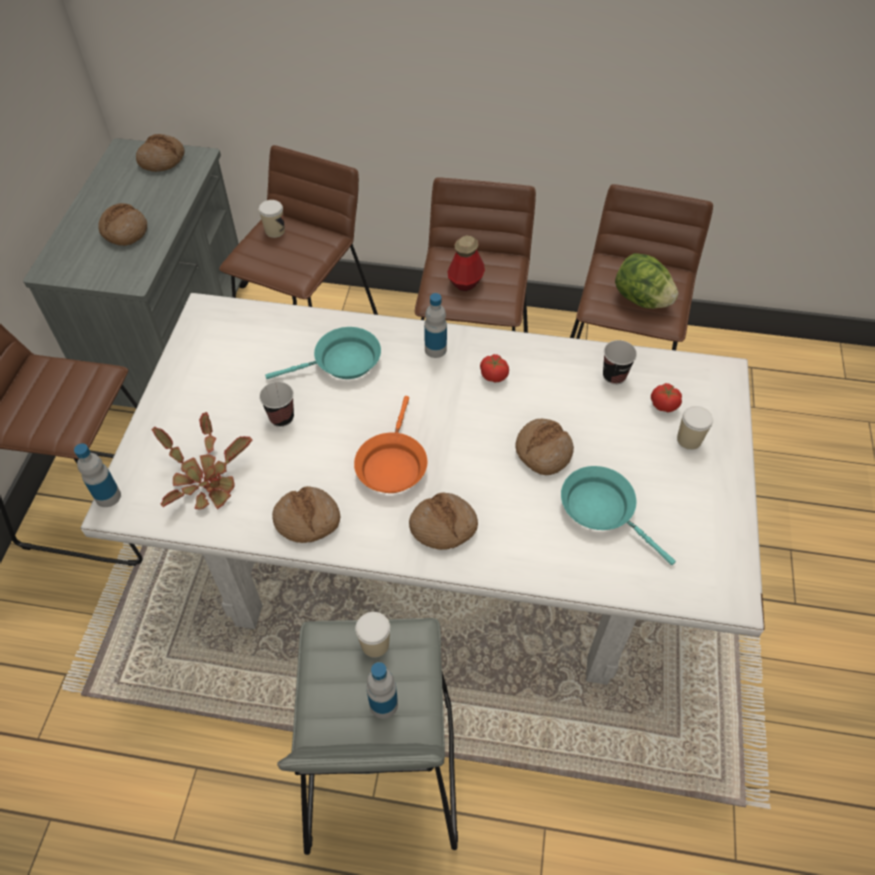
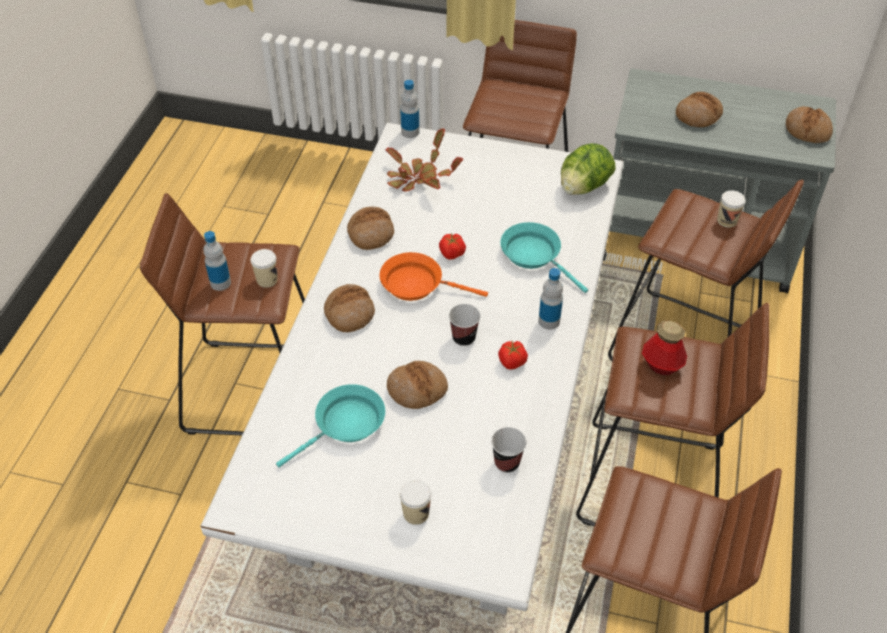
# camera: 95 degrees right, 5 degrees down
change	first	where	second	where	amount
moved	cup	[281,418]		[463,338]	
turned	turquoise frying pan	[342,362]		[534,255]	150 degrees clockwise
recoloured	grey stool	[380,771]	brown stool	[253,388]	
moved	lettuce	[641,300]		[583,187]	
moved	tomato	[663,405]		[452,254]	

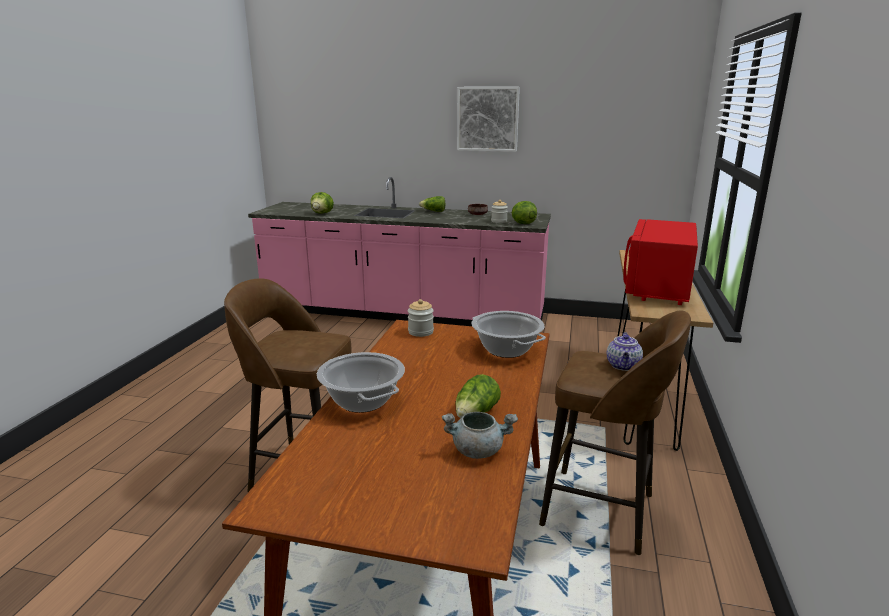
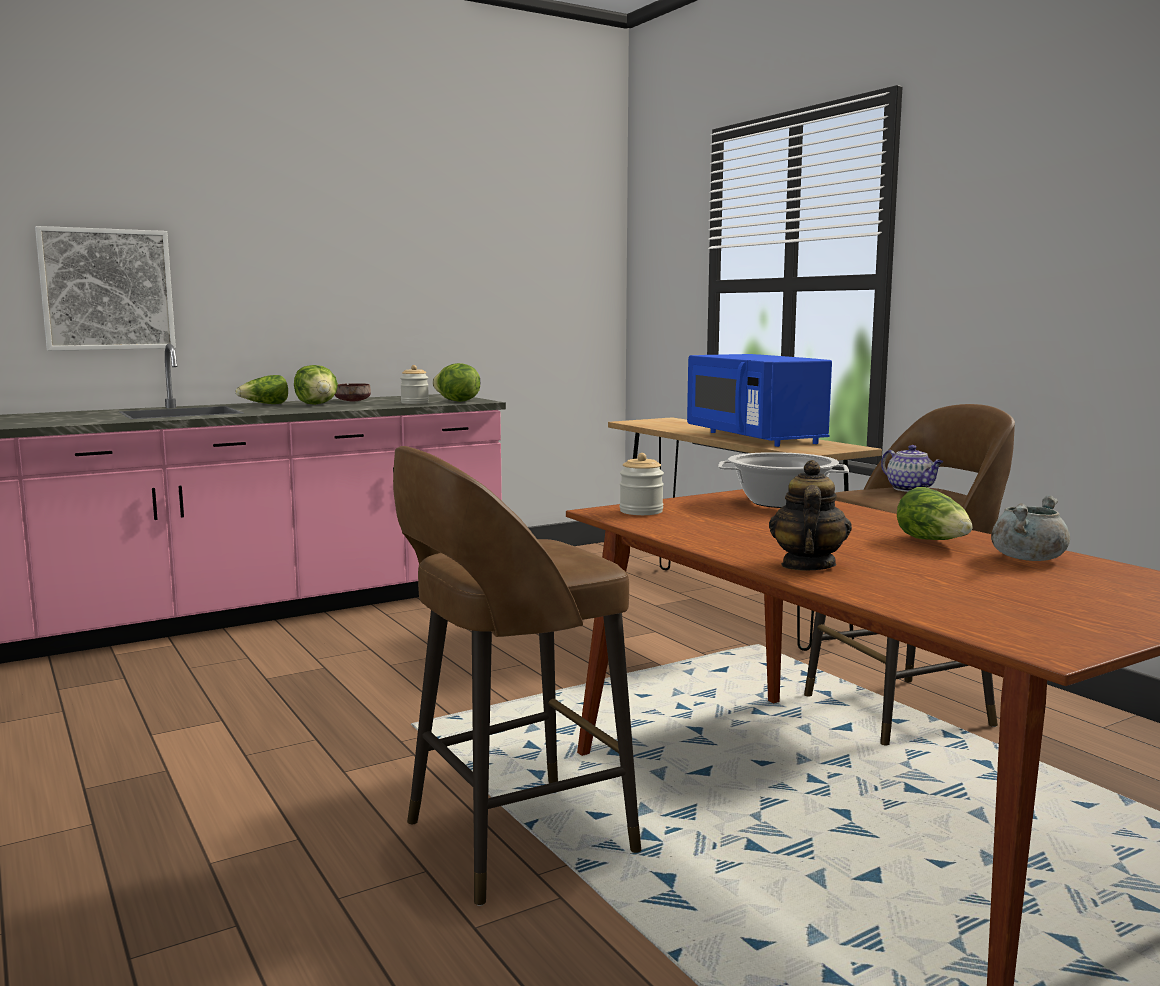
# camera: 45 degrees left, 10 degrees down
change	first	where	second	where	amount
moved	lettuce	[322,213]		[317,404]	
replaced	cooking pot	[362,401]	teapot	[807,566]	
moved	picture	[487,119]		[107,289]	
recoloured	red microwave	[658,287]	blue microwave	[754,438]	

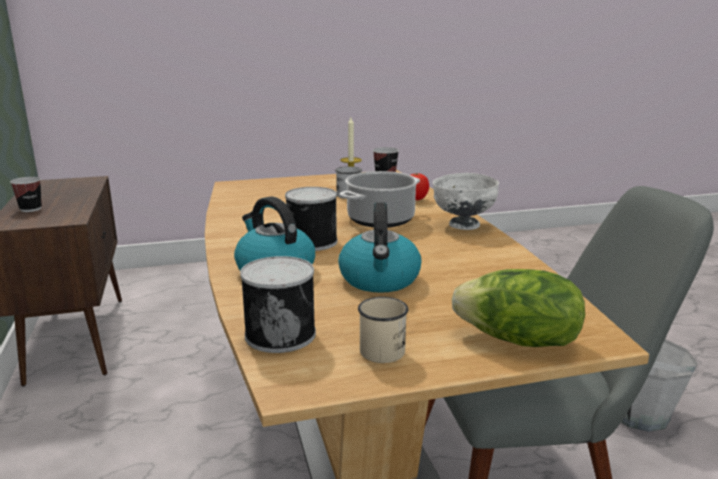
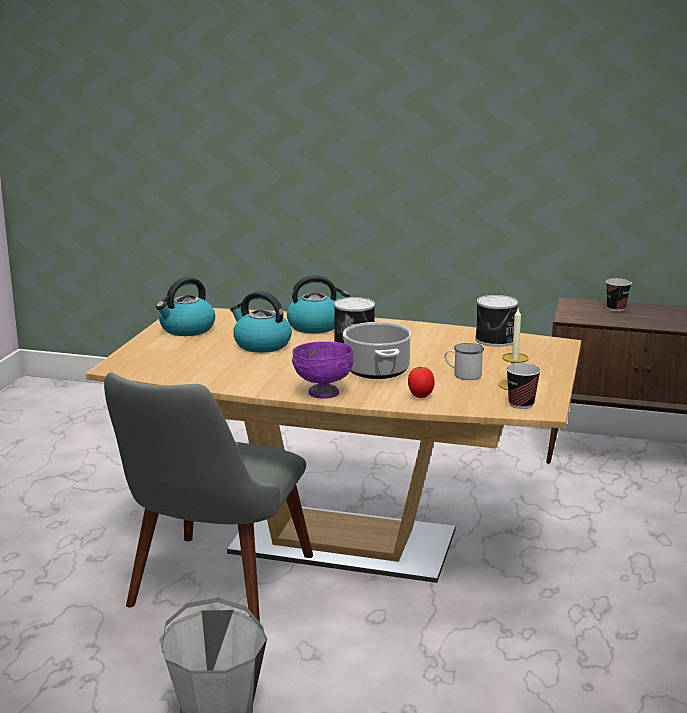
# camera: 120 degrees right, 0 degrees up
change	first	where	second	where	amount
moved	can	[281,333]		[496,340]	
replaced	beige mug	[384,348]	kettle	[187,329]	
recoloured	white bowl	[463,225]	purple bowl	[323,392]	
removed	lettuce	[518,341]			

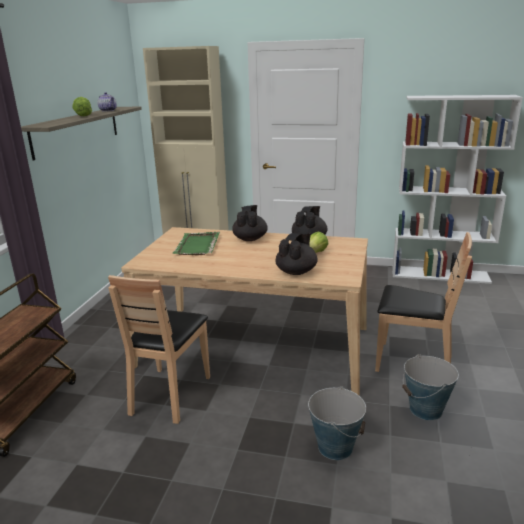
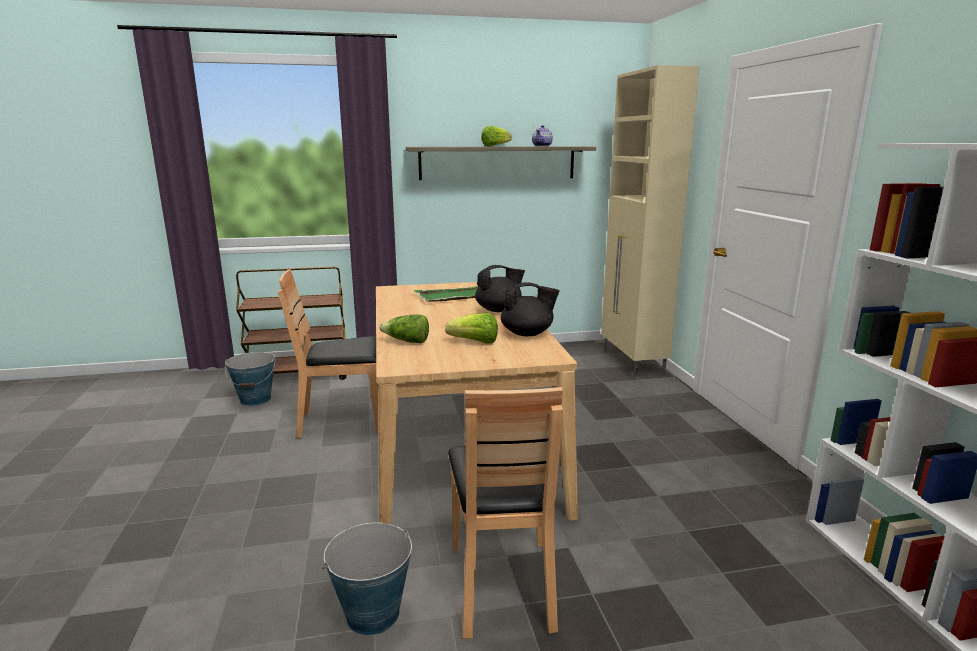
# camera: 65 degrees right, 5 degrees down
change	first	where	second	where	amount
replaced	black teapot	[296,271]	lettuce	[407,341]	
moved	bucket	[335,447]		[256,399]	

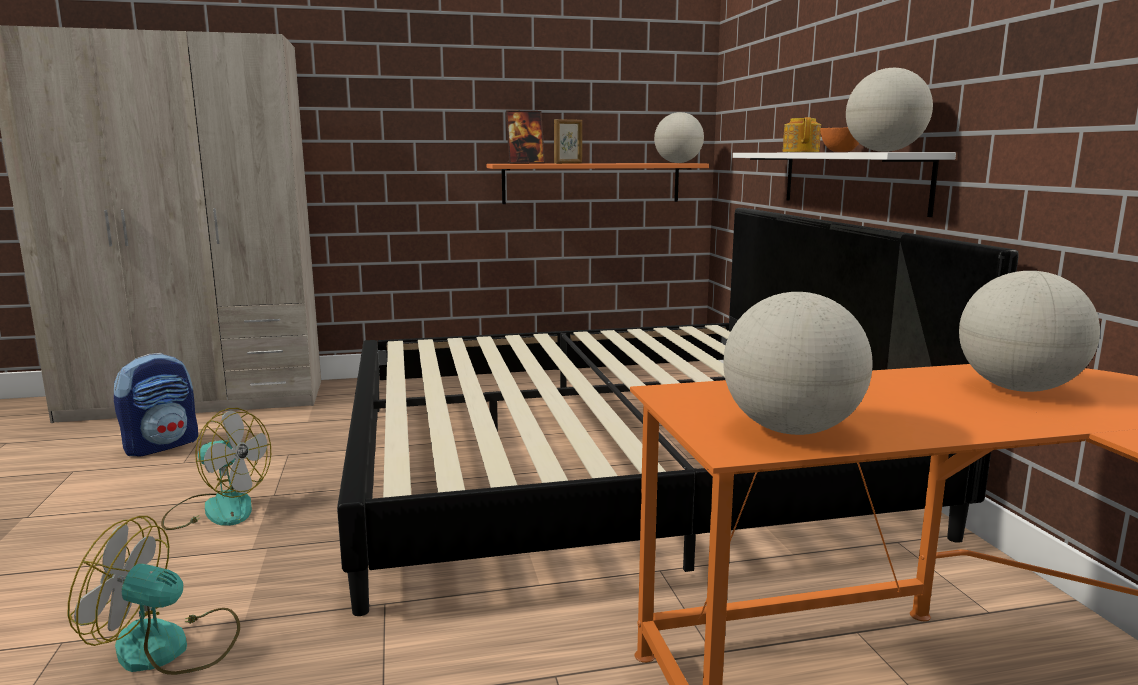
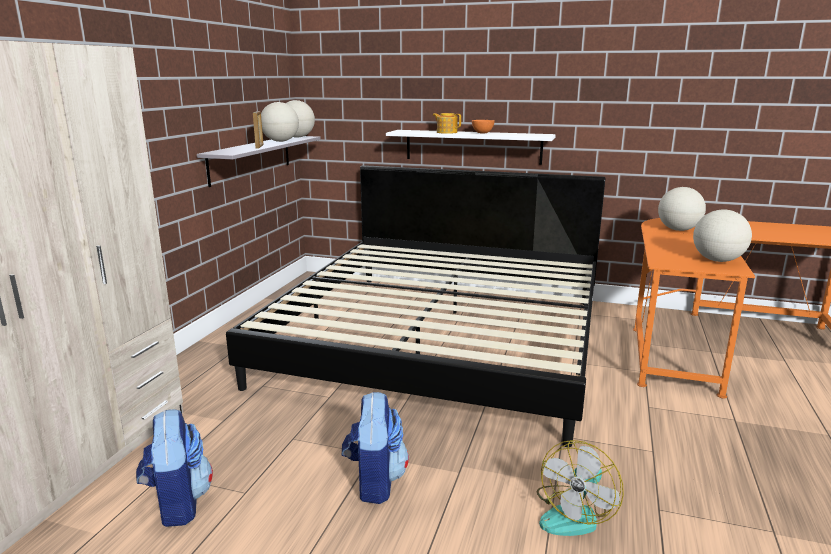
# camera: 60 degrees left, 5 degrees up
change	first	where	second	where	amount
replaced	fan	[217,509]	backpack	[374,482]	
recoloured	orange shelf	[592,183]	grey shelf	[251,159]	
removed	picture frame	[525,163]			
moved	globe	[884,151]		[280,141]	

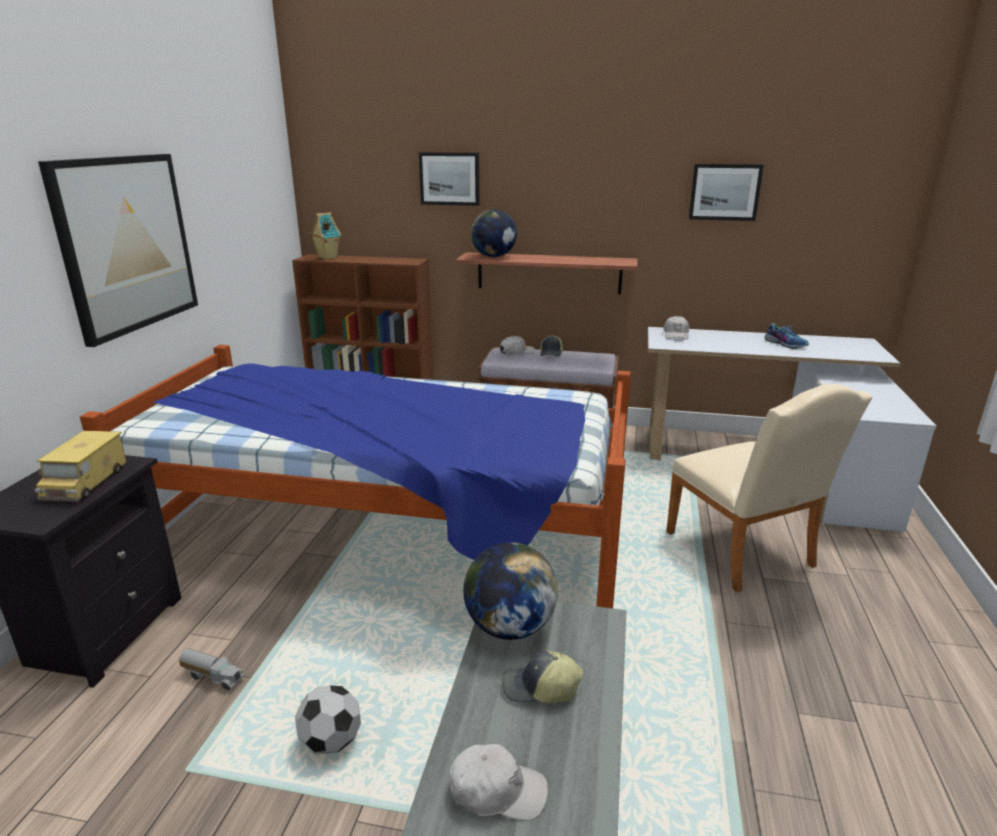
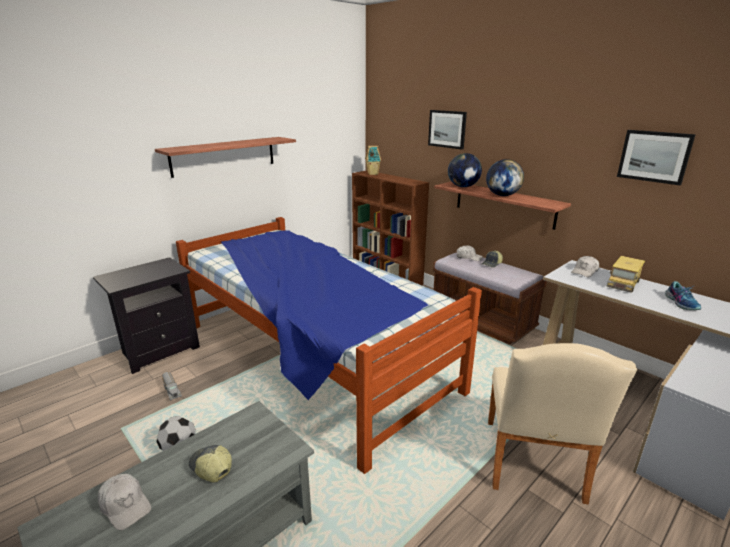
# camera: 35 degrees right, 0 degrees up
change	first	where	second	where	amount
moved	toy truck	[86,482]		[623,283]	
replaced	picture	[126,244]	shelf	[224,156]	
moved	globe	[509,627]		[502,195]	

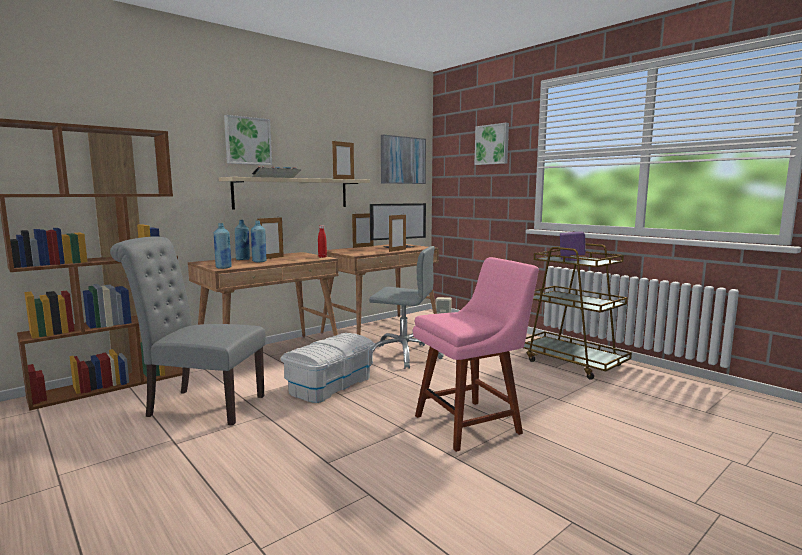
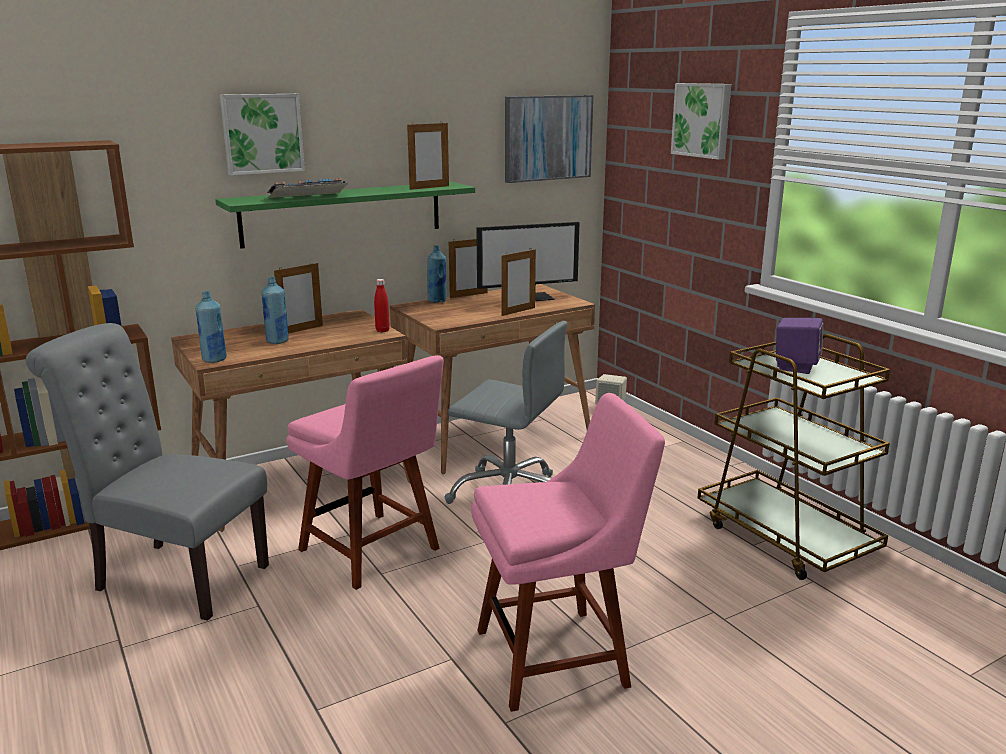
# camera: 10 degrees right, 10 degrees up
change	first	where	second	where	amount
recoloured	beige shelf	[292,193]	green shelf	[343,213]	
moved	blue bottle	[243,259]		[437,301]	
replaced	white storage box	[331,385]	pink chair	[373,552]	

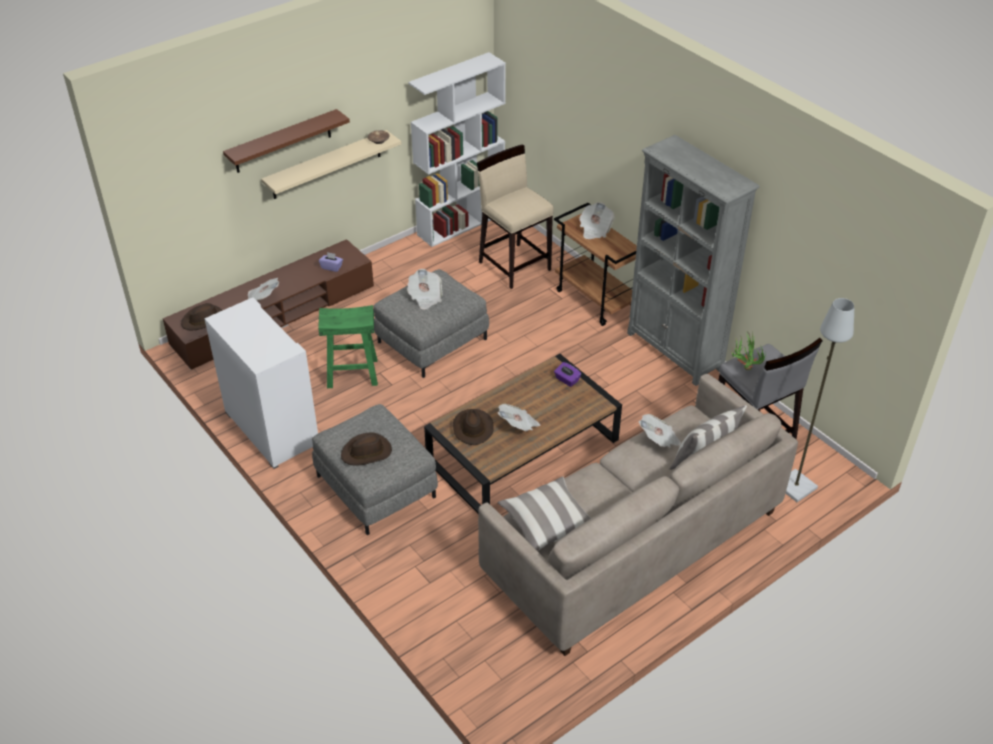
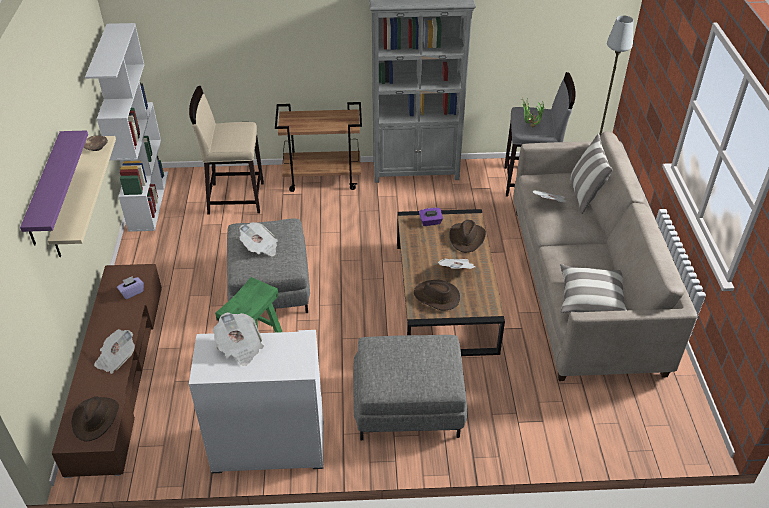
# camera: 55 degrees left, 0 degrees up
change	first	where	second	where	amount
recoloured	brown shelf	[283,141]	purple shelf	[45,189]	
moved	brown hat	[367,452]		[467,238]	
moved	newspaper	[595,229]		[240,347]	

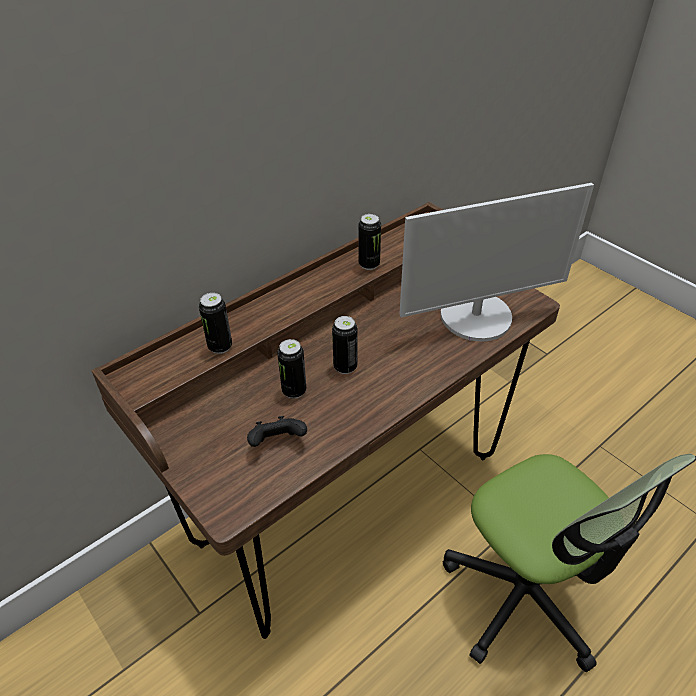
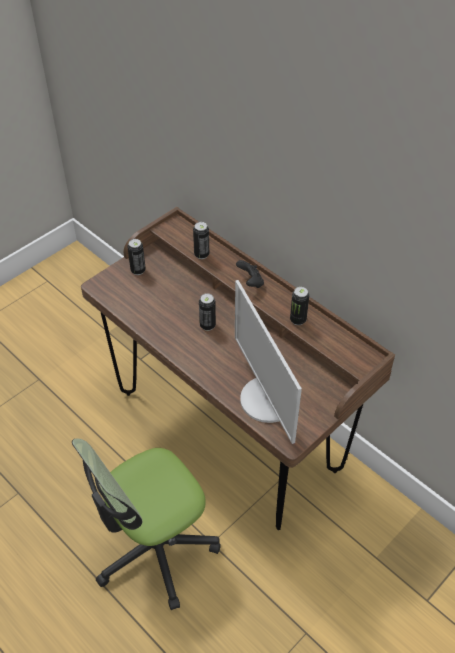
# camera: 85 degrees right, 5 degrees up
change	first	where	second	where	amount
moved	black game controller	[277,442]		[250,282]	
moved	can	[294,391]		[138,270]	

